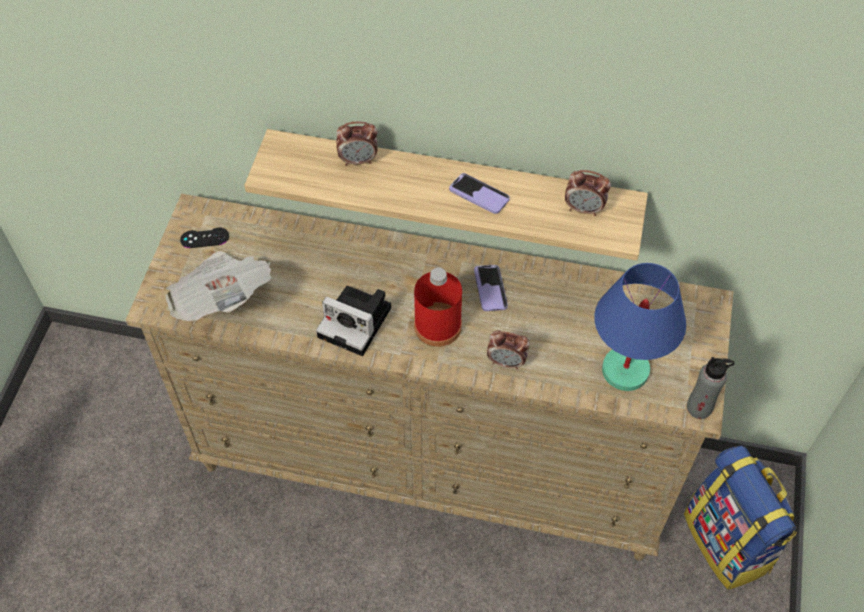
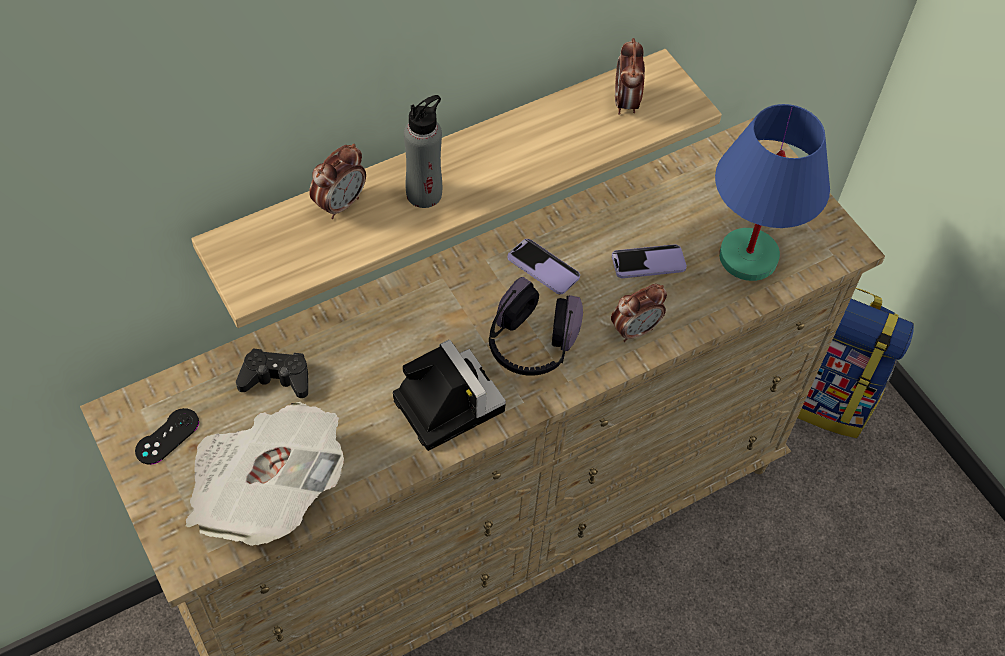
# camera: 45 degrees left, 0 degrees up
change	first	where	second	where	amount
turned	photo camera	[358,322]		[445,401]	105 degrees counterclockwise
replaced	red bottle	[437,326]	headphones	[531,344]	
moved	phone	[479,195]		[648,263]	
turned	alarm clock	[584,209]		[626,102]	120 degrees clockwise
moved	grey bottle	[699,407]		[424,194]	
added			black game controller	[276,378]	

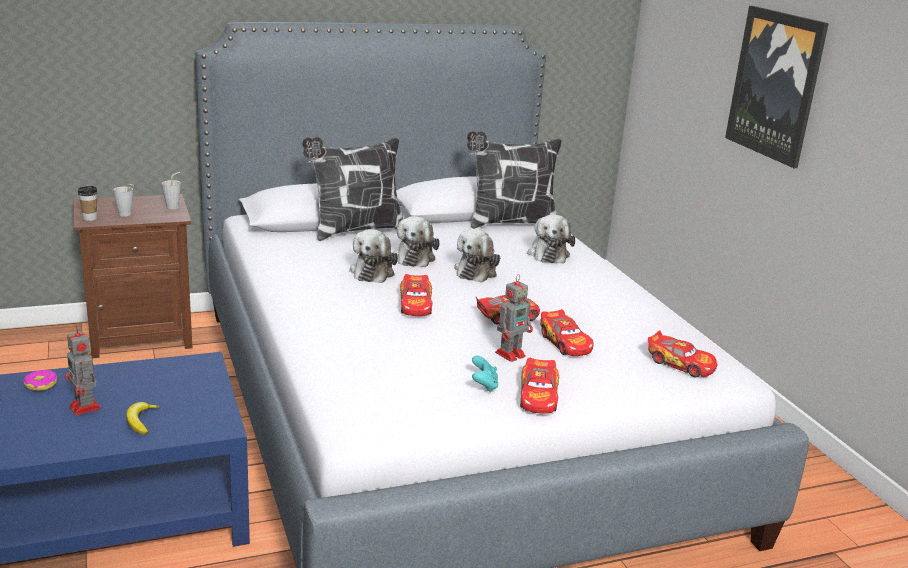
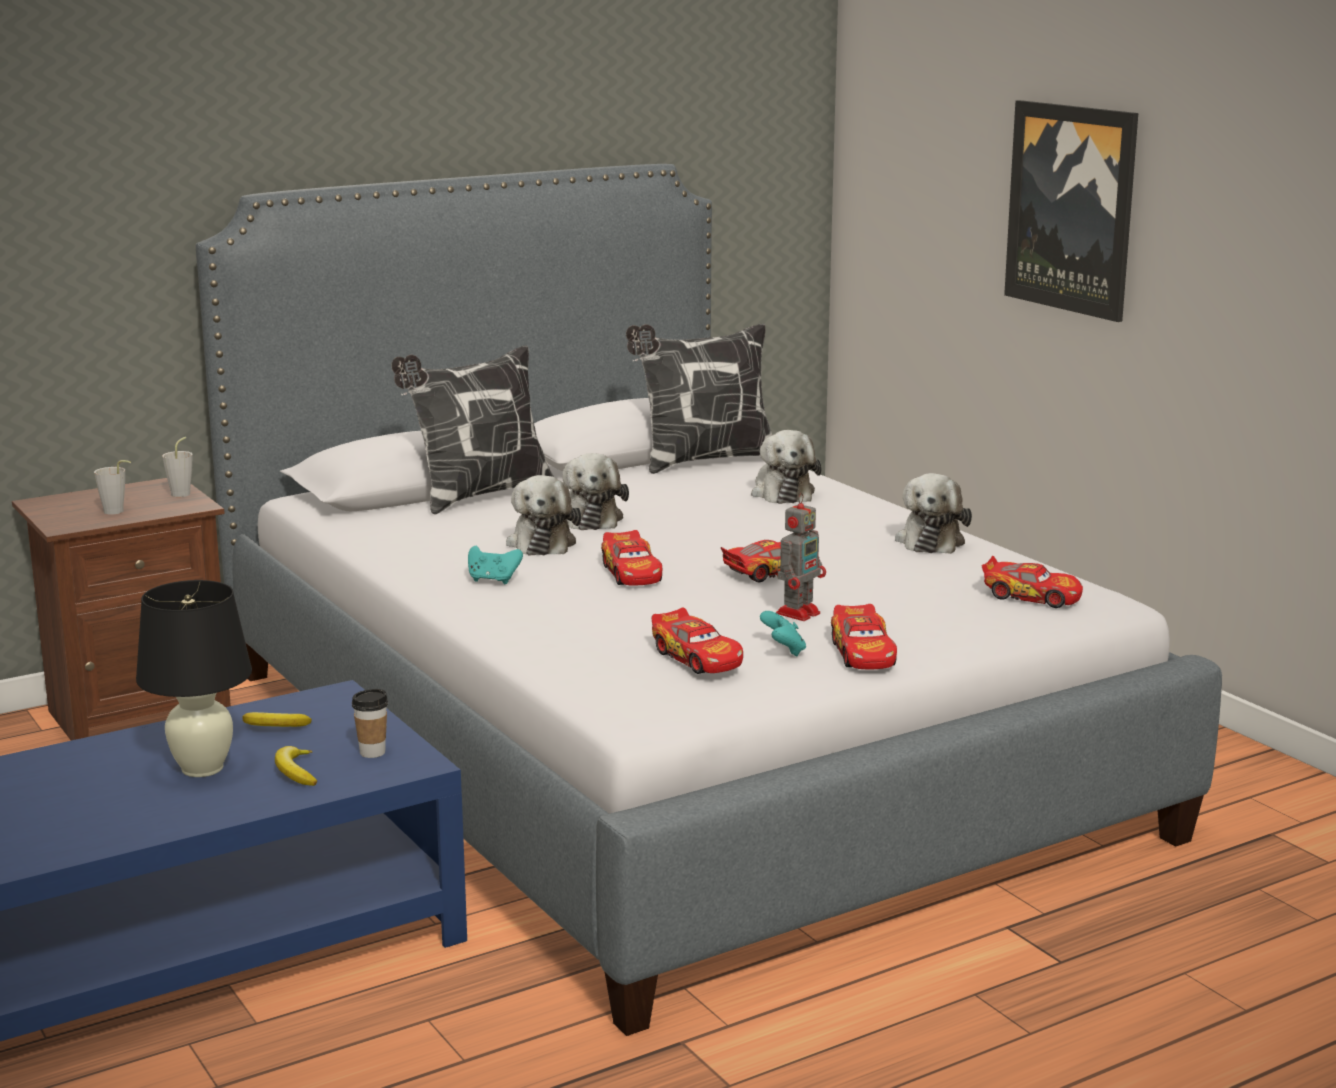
# camera: 10 degrees left, 5 degrees down
change	first	where	second	where	amount
removed	donut	[41,385]			
replaced	toy robot	[85,408]	black table lamp	[202,768]	
moved	cup	[90,218]		[372,752]	
moved	plush toy	[477,271]		[931,540]	
moved	toy car	[565,343]		[697,658]	
added			banana	[274,727]	
added			turquoise game controller	[493,580]	

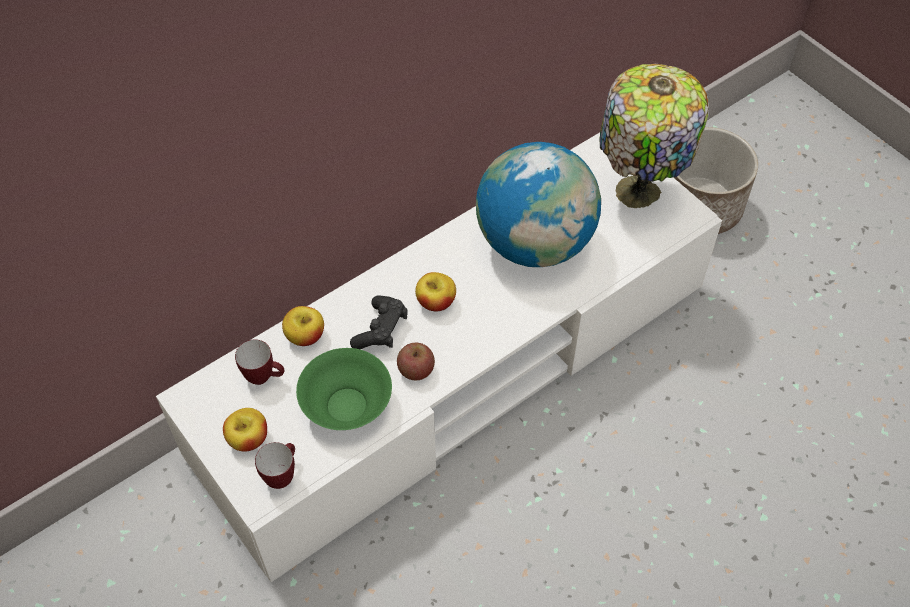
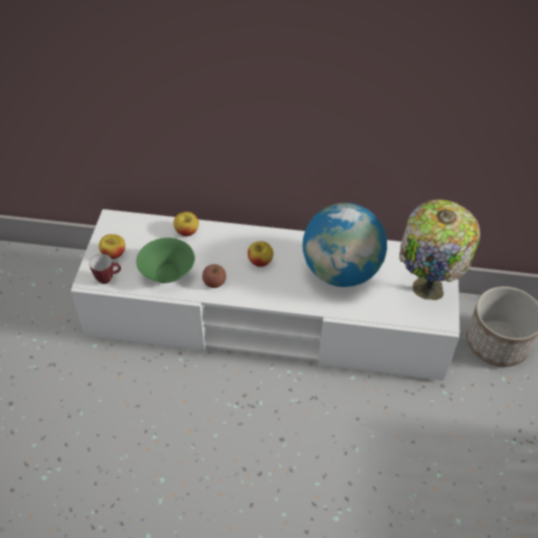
# camera: 45 degrees right, 5 degrees down
change	first	where	second	where	amount
removed	mug	[264,377]			
removed	black game controller	[381,330]			

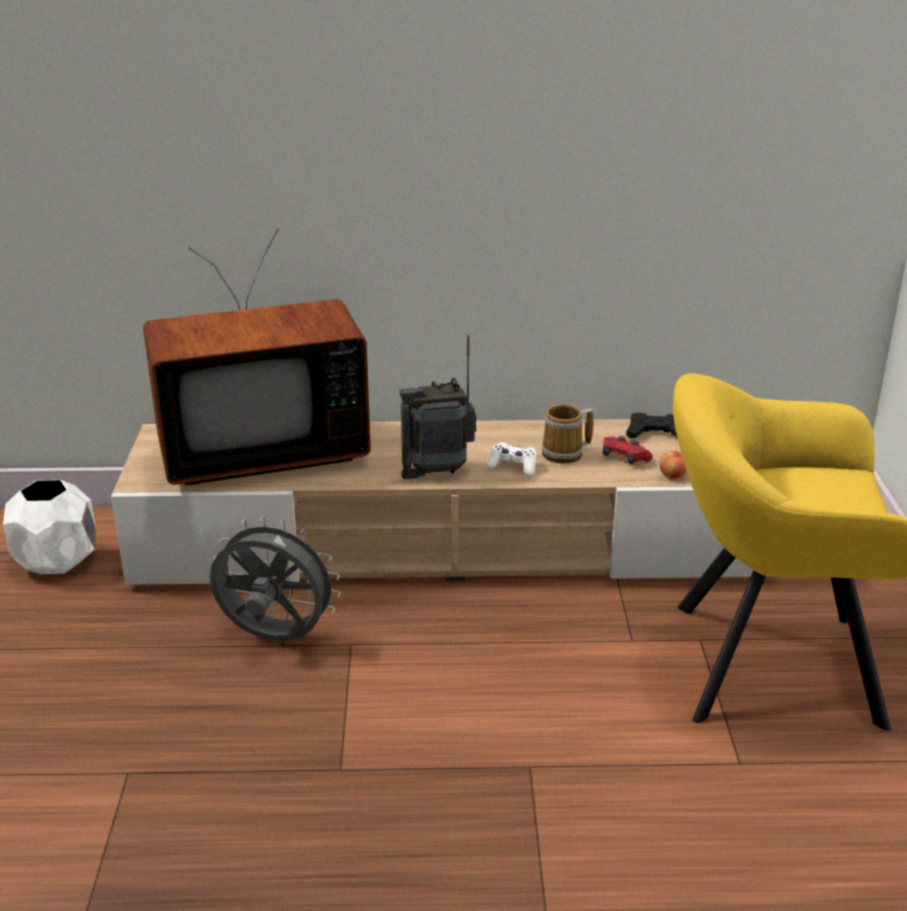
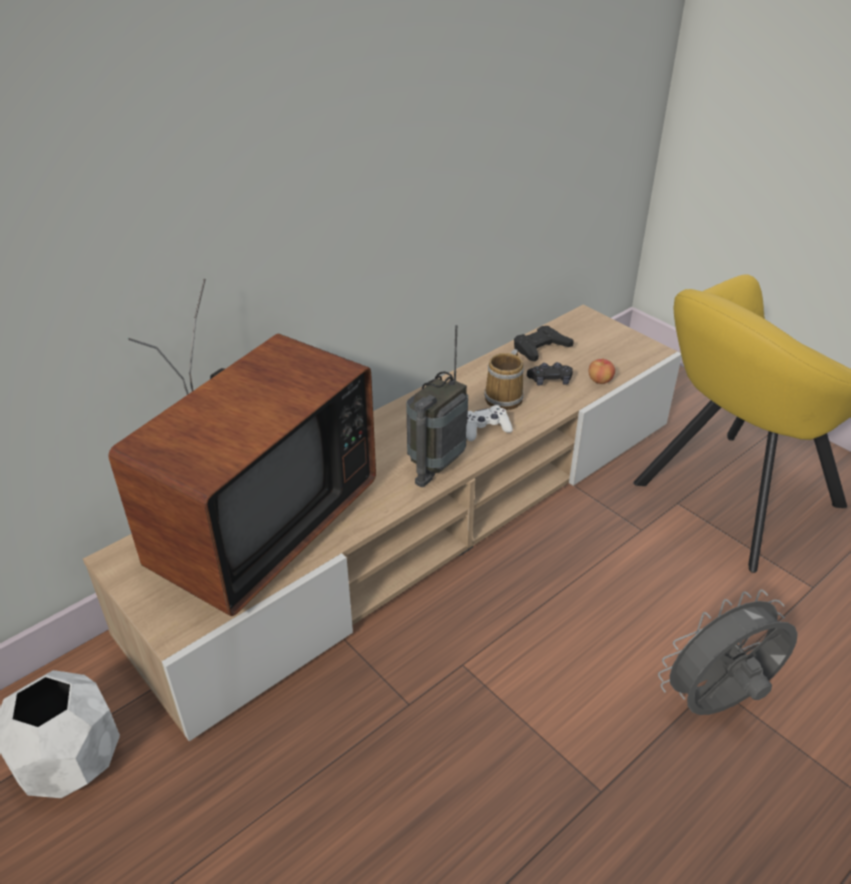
# camera: 40 degrees left, 10 degrees up
change	first	where	second	where	amount
moved	grey fan	[274,639]		[717,703]	
recoloured	red game controller	[624,458]	black game controller	[550,381]	

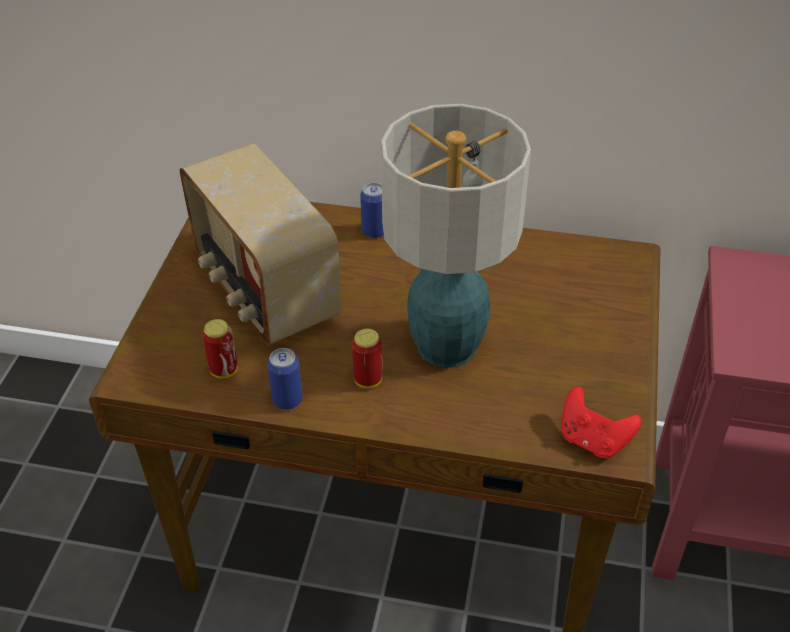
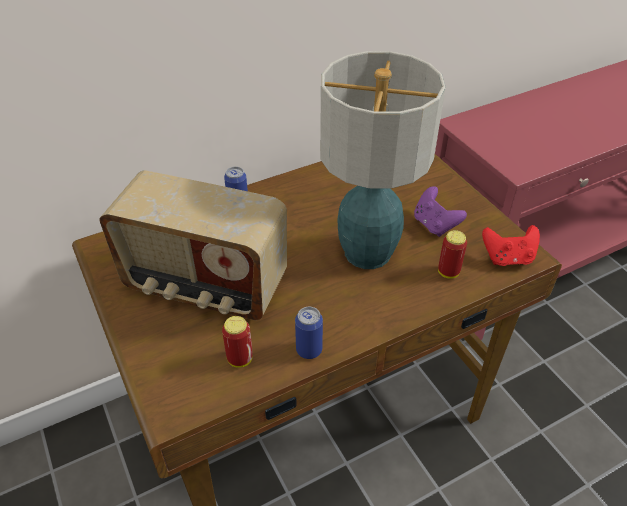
# camera: 40 degrees left, 0 degrees up
change	first	where	second	where	amount
moved	can	[368,380]		[448,272]	
added			purple game controller	[434,225]	

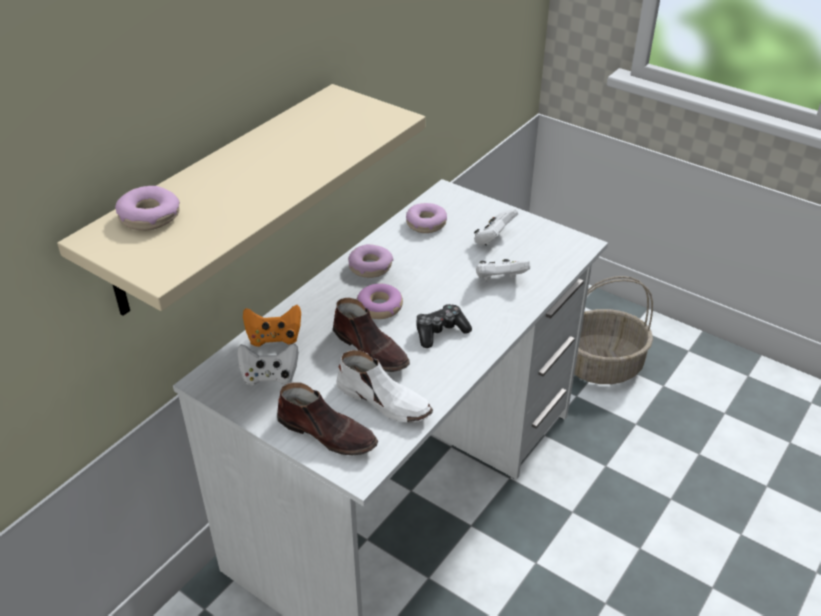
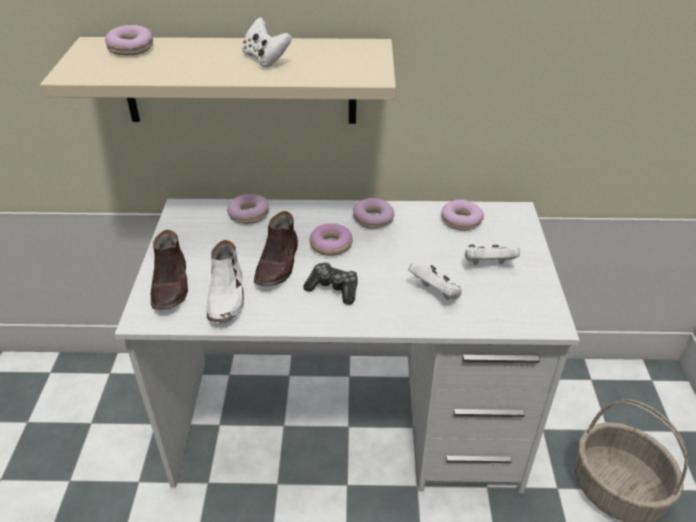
# camera: 55 degrees right, 0 degrees up
change	first	where	second	where	amount
moved	white game controller	[269,376]		[265,59]	
replaced	orange game controller	[274,338]	donut	[249,214]	

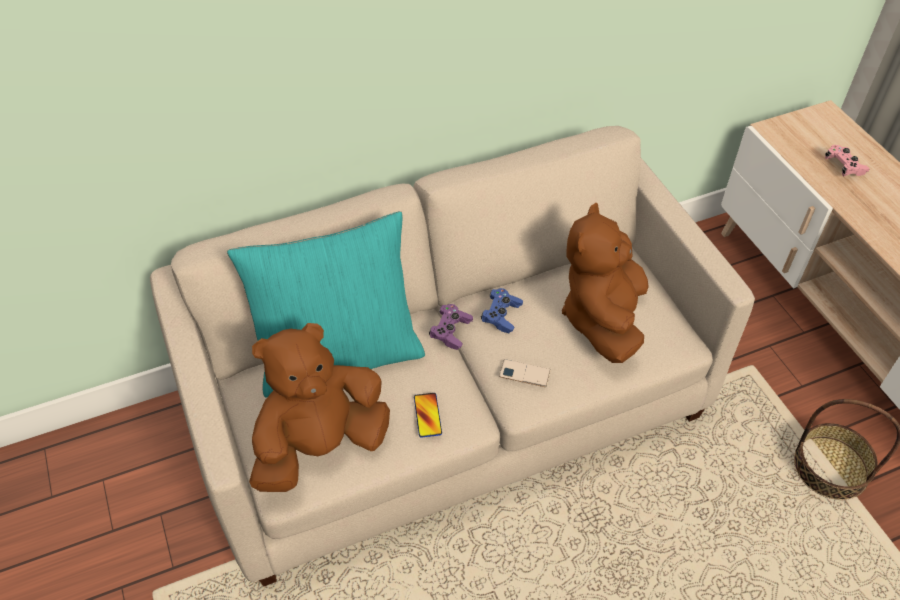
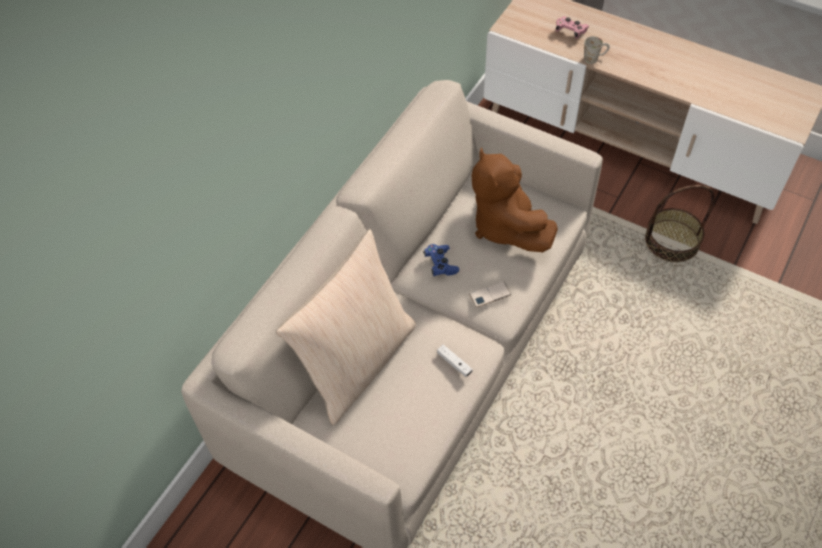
# camera: 35 degrees left, 5 degrees up
change	first	where	second	where	amount
recoloured	turquoise pillow	[339,355]	beige pillow	[357,362]	
removed	brown plush toy	[320,446]			
replaced	phone	[427,415]	white game controller	[454,363]	
removed	purple game controller	[451,331]			
added			white mug	[594,58]	

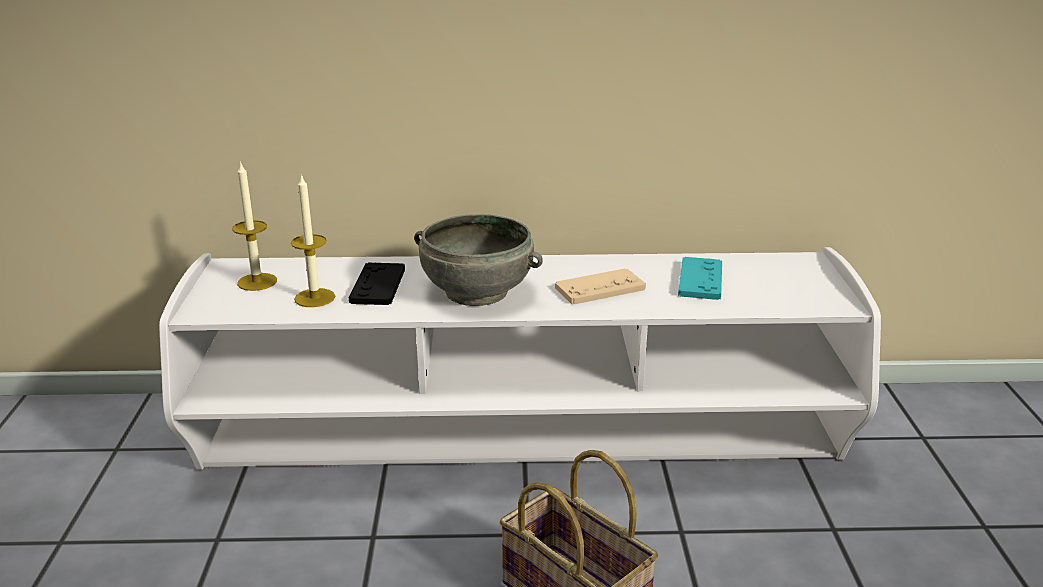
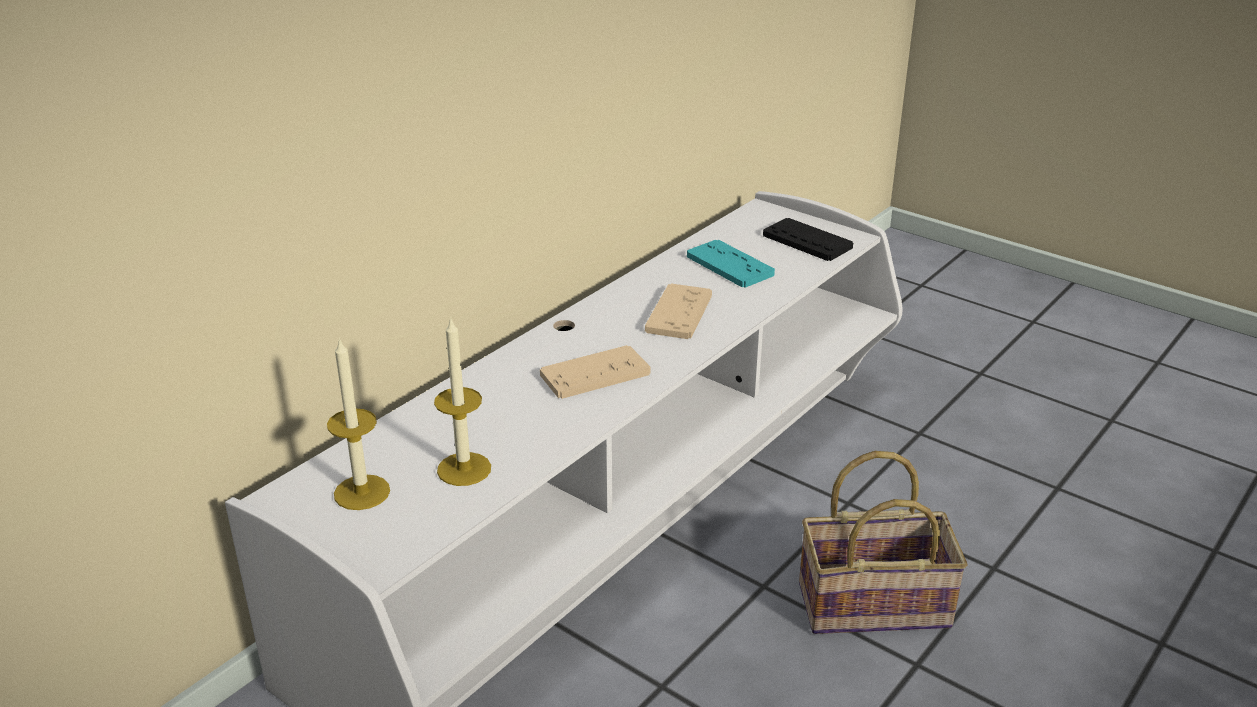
# camera: 50 degrees left, 5 degrees up
change	first	where	second	where	amount
moved	black game controller	[378,285]		[807,241]	
replaced	grey bowl	[476,292]	beige game controller	[595,374]	

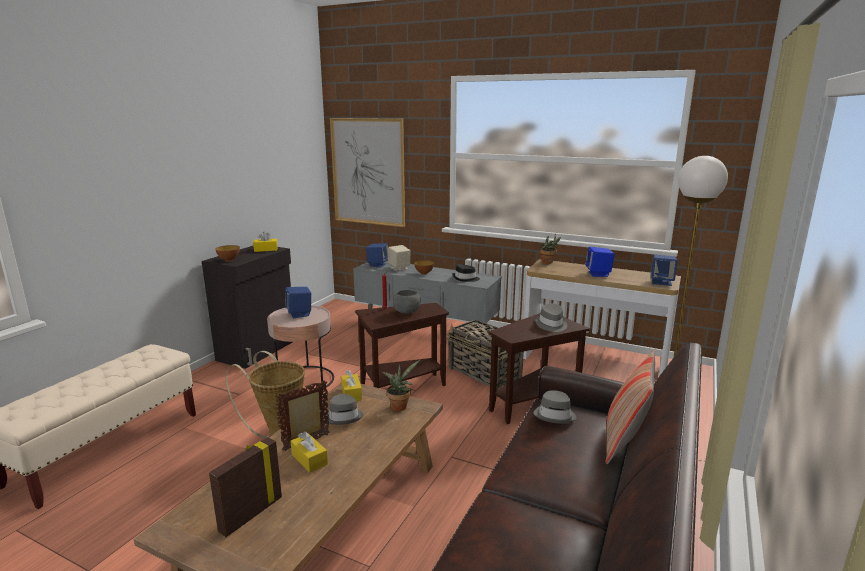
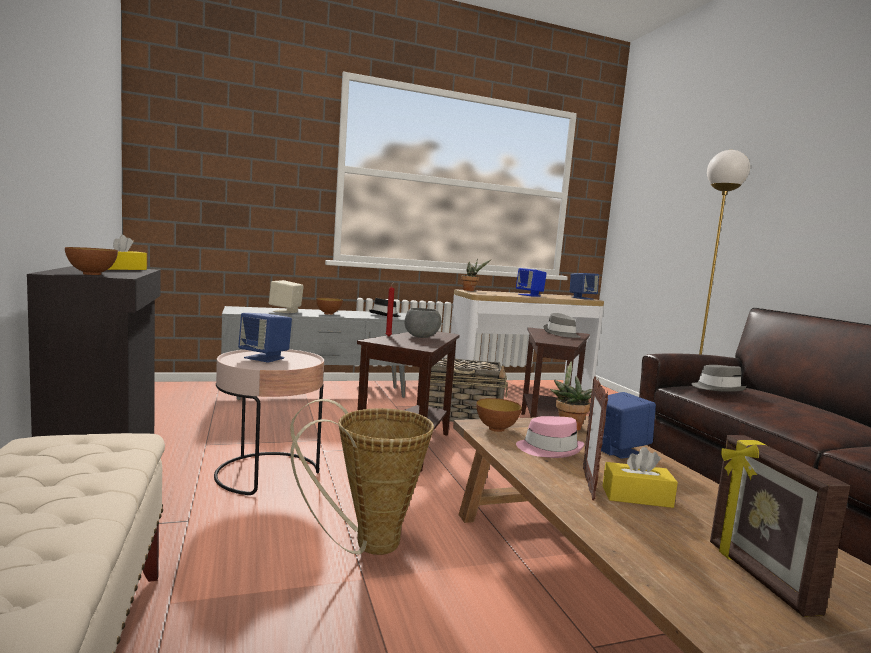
# camera: 45 degrees left, 10 degrees down
change	first	where	second	where	amount
recoloured	grey hat	[343,417]	pink hat	[549,449]	
removed	picture	[368,172]			
replaced	yellow tissue box	[351,393]	bowl	[496,429]	
moved	blue speaker	[377,265]		[617,450]	
removed	pillow	[625,441]			

